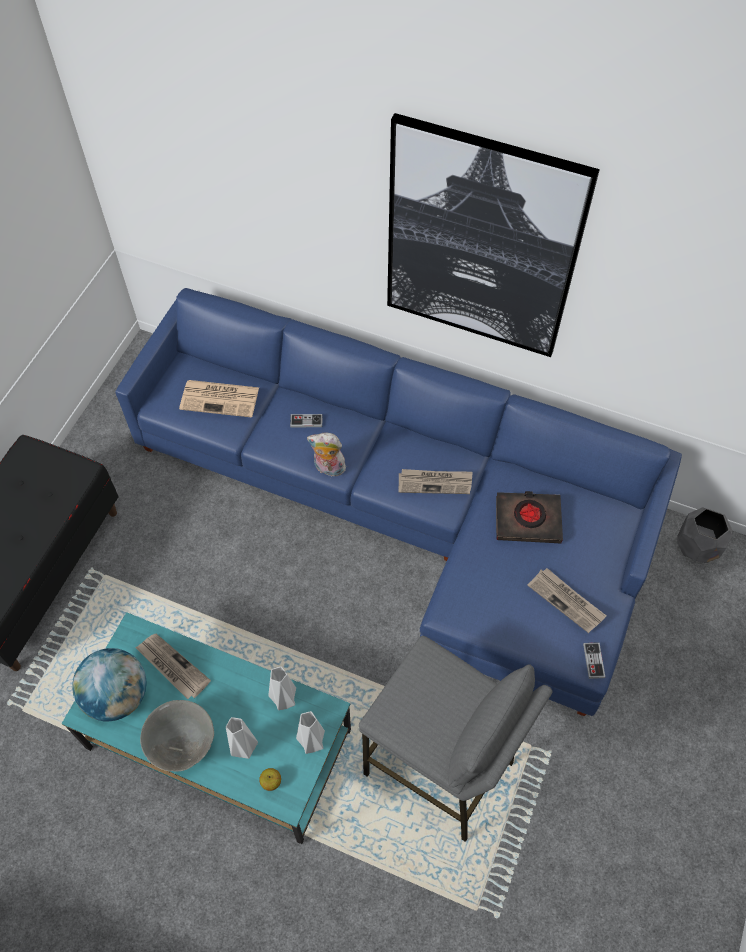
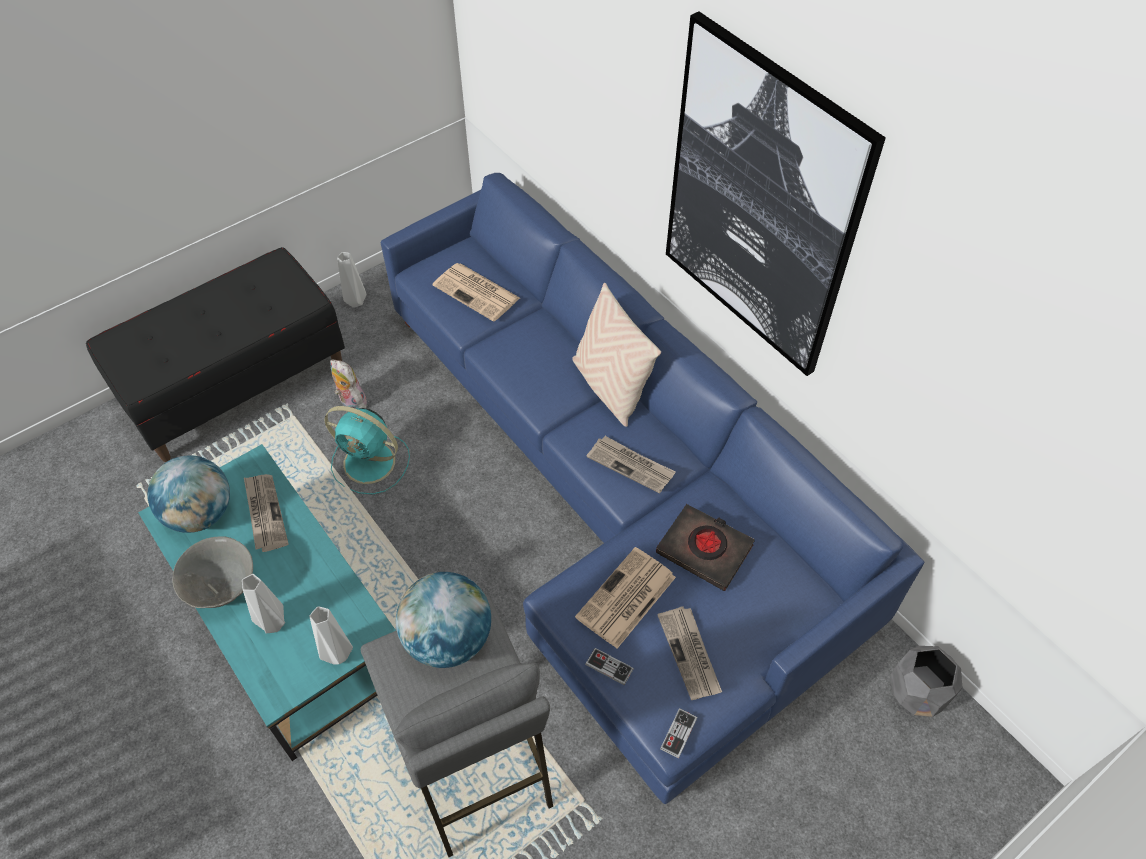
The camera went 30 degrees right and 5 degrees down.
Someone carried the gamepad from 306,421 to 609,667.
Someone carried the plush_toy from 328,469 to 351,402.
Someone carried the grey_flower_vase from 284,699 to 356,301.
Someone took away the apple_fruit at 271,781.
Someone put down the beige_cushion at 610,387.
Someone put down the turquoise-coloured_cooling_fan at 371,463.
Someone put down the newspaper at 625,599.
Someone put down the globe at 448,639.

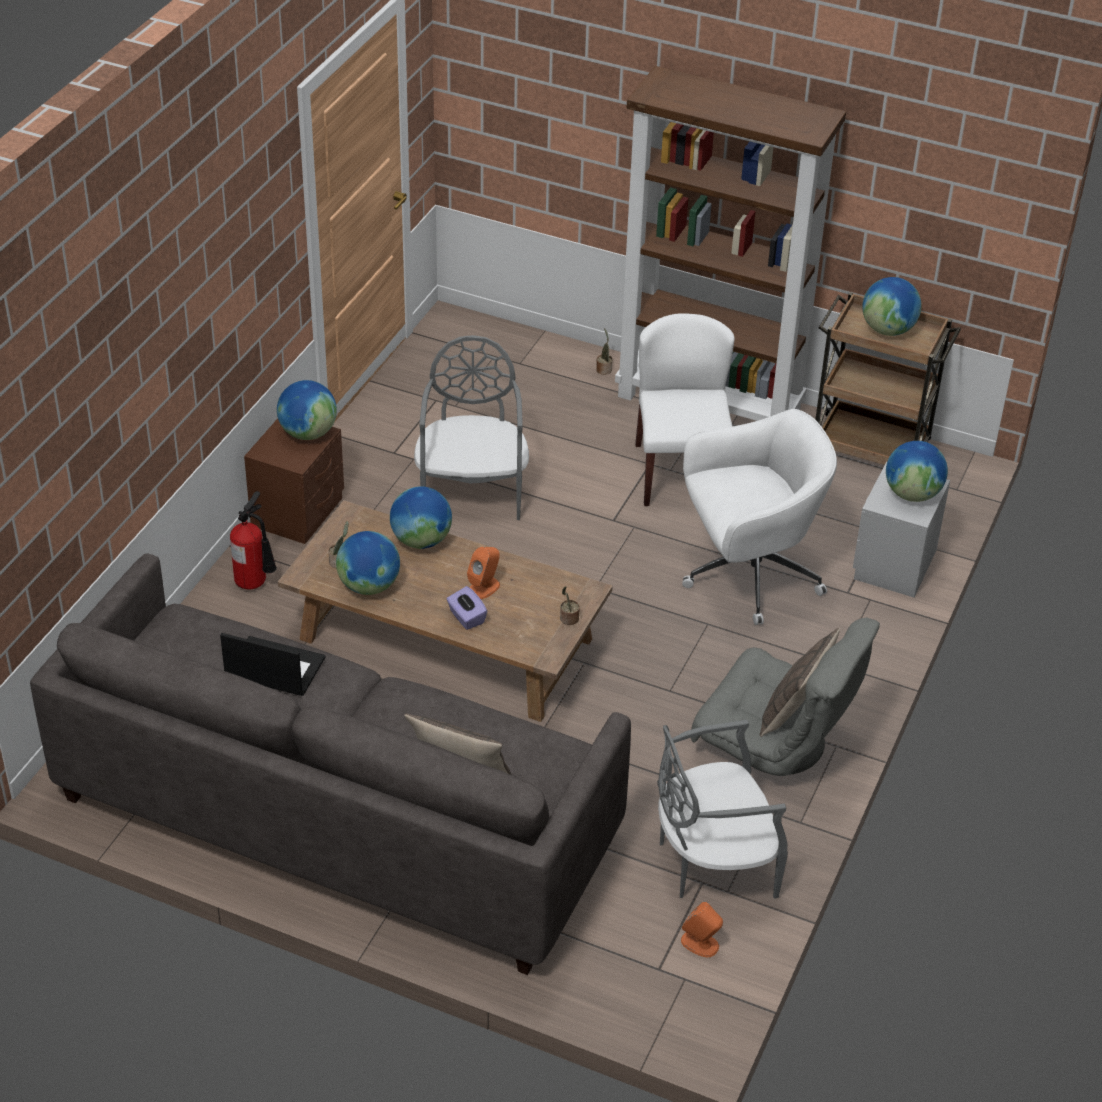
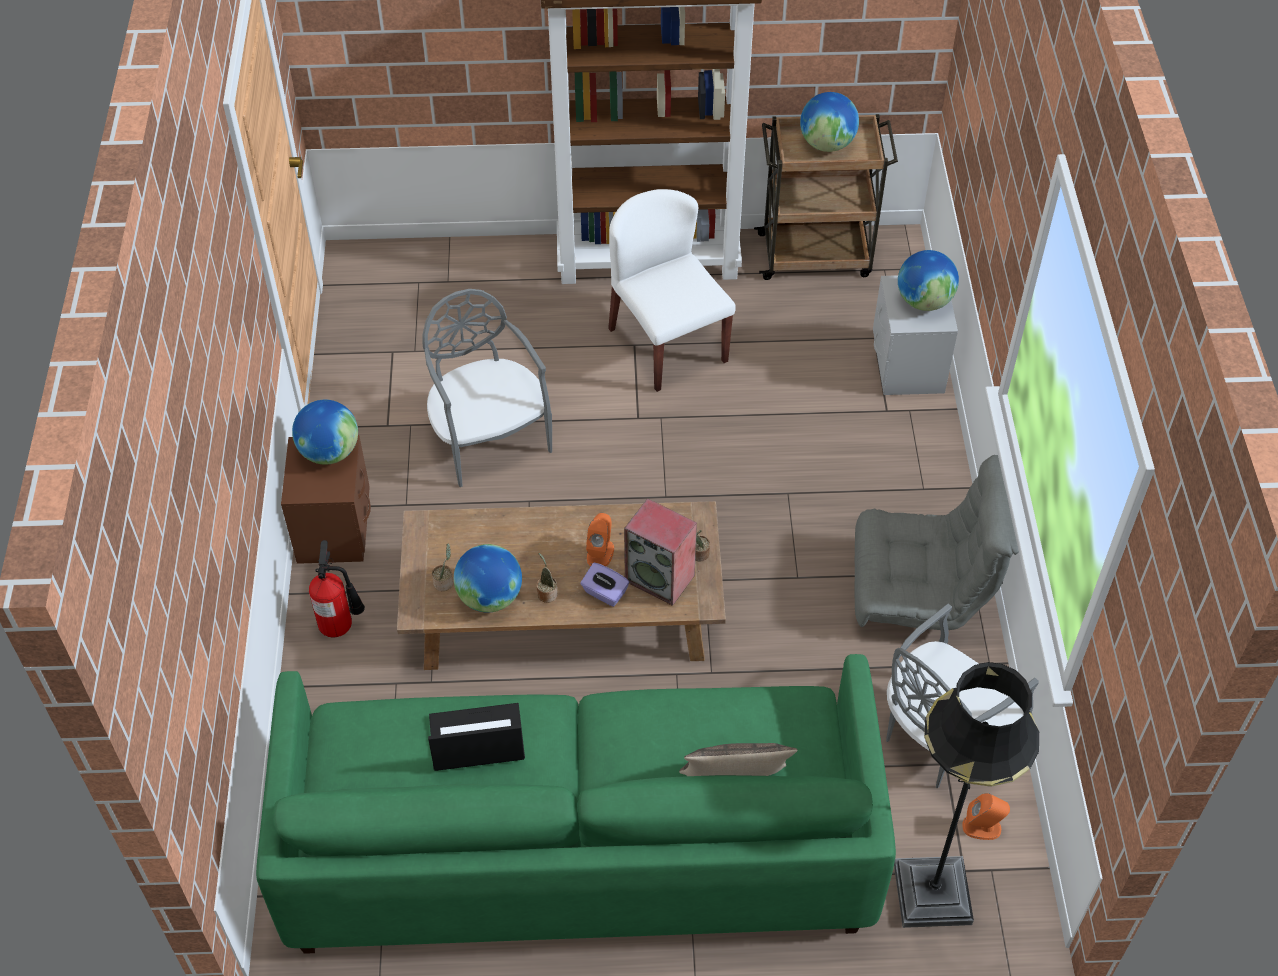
The camera went 25 degrees left and 10 degrees up.
Someone carried the potted_plant from 604,369 to 546,593.
Someone took away the white-coloured_desk_chair at 748,575.
Someone took away the globe at 421,541.
Someone repainted the grey_couch at 337,816, which became the green_couch at 580,847.
Someone took away the cushion at 793,713.
Someone put down the audio_speaker at 661,578.
Someone put down the black_standard_lamp at 932,893.

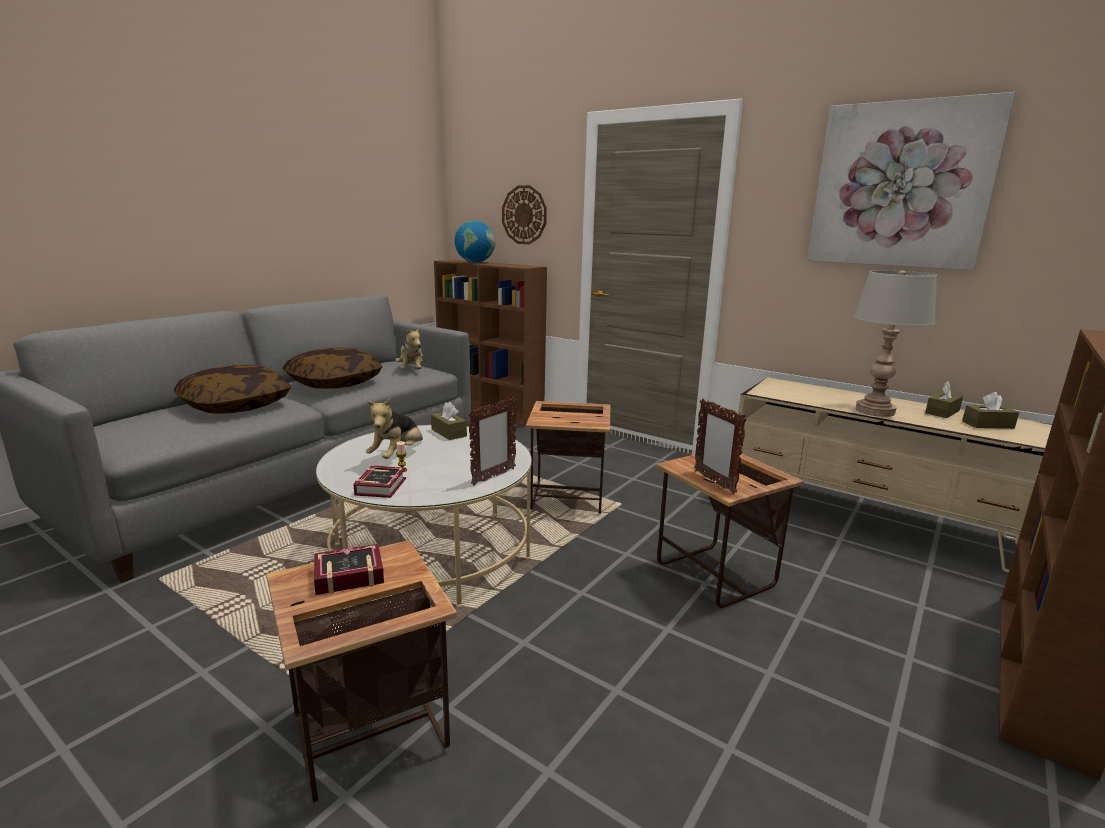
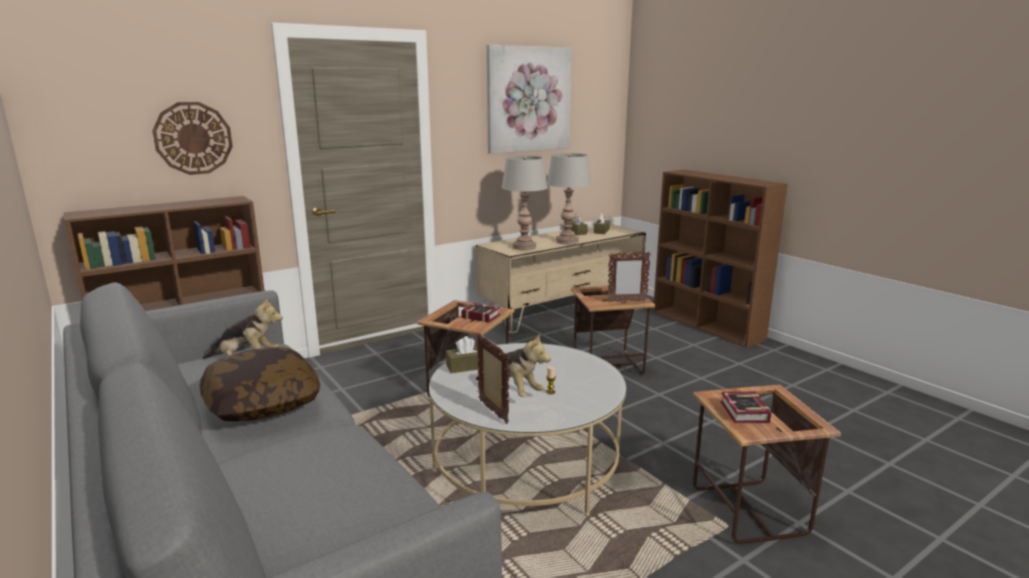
The camera went 70 degrees left and 0 degrees up.
Someone took away the globe at 475,262.
Someone took away the cushion at 236,406.
Someone carried the picture_frame from 493,477 to 493,412.
Someone carried the volume from 383,486 to 480,316.
Someone put down the grey_lamp_for_a_table at 524,247.

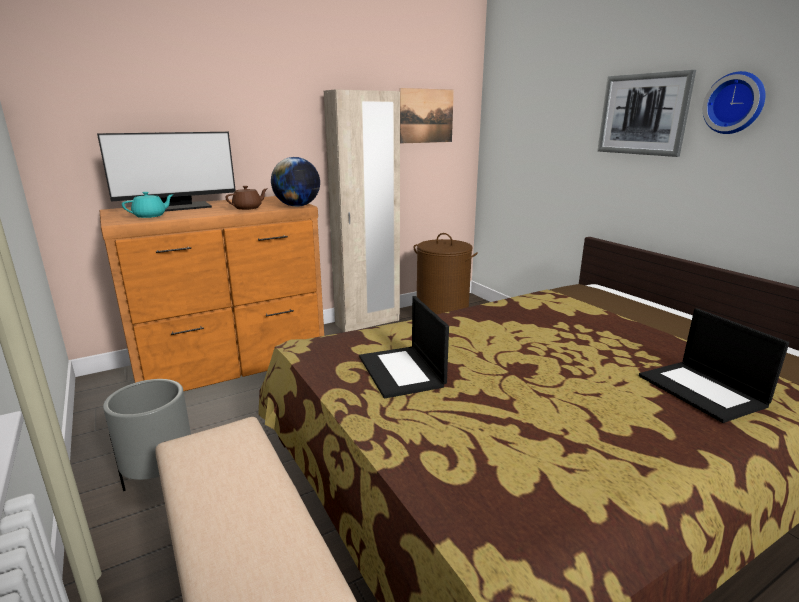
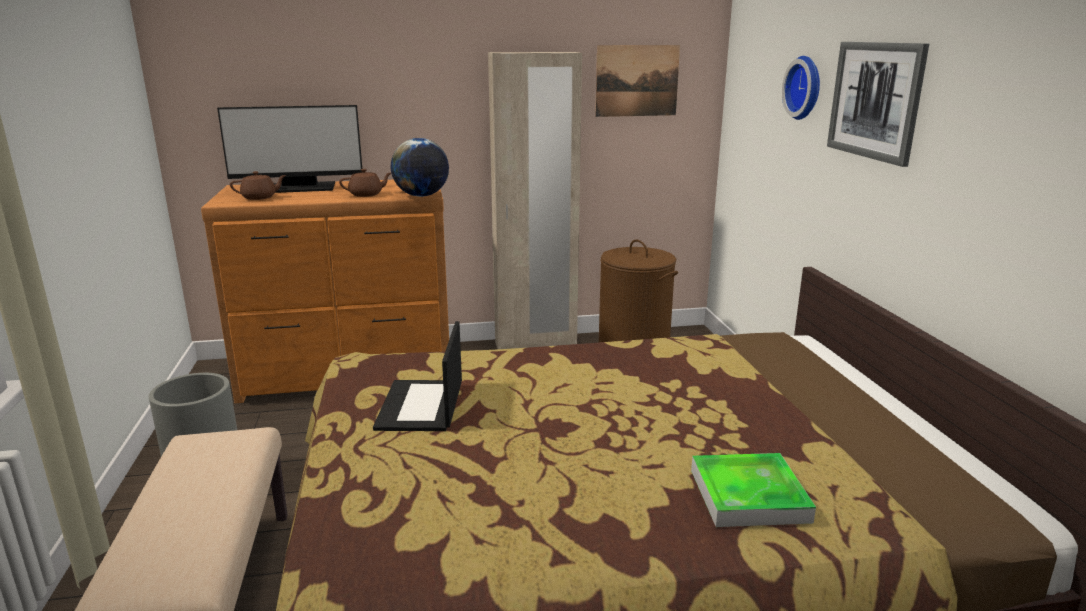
The camera went 20 degrees right and 0 degrees up.
Someone carried the hanging_clock from 735,103 to 806,88.
Someone repainted the turquoise-coloured_teapot at 150,216, which became the brownish_teapot at 260,197.
Someone swapped the portable_computer at 703,391 for the carrying_tray at 748,495.

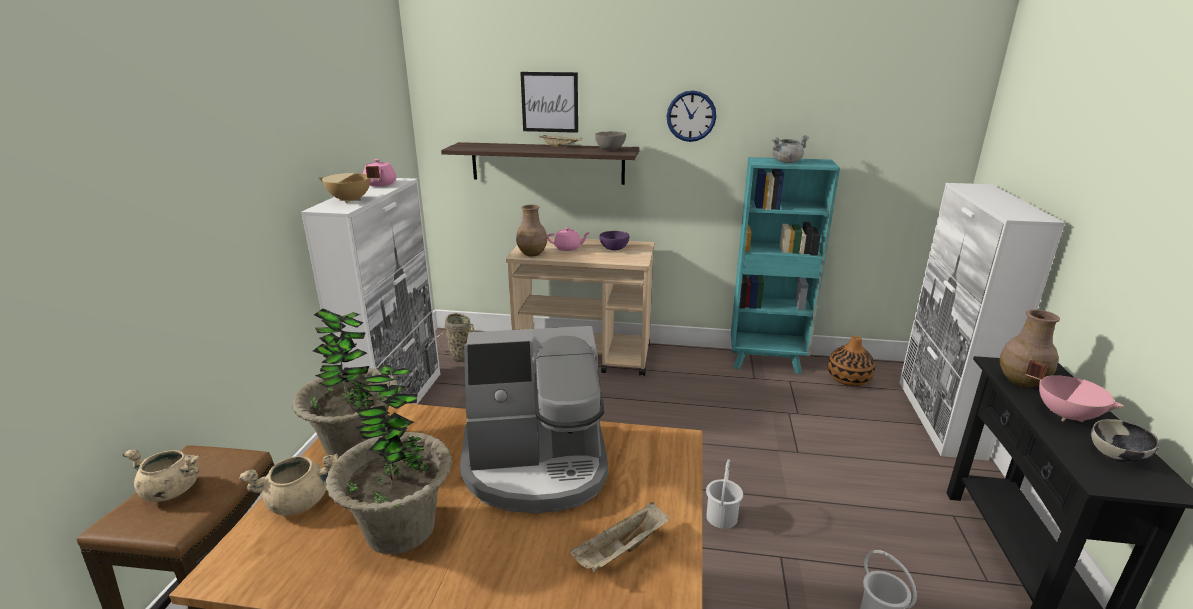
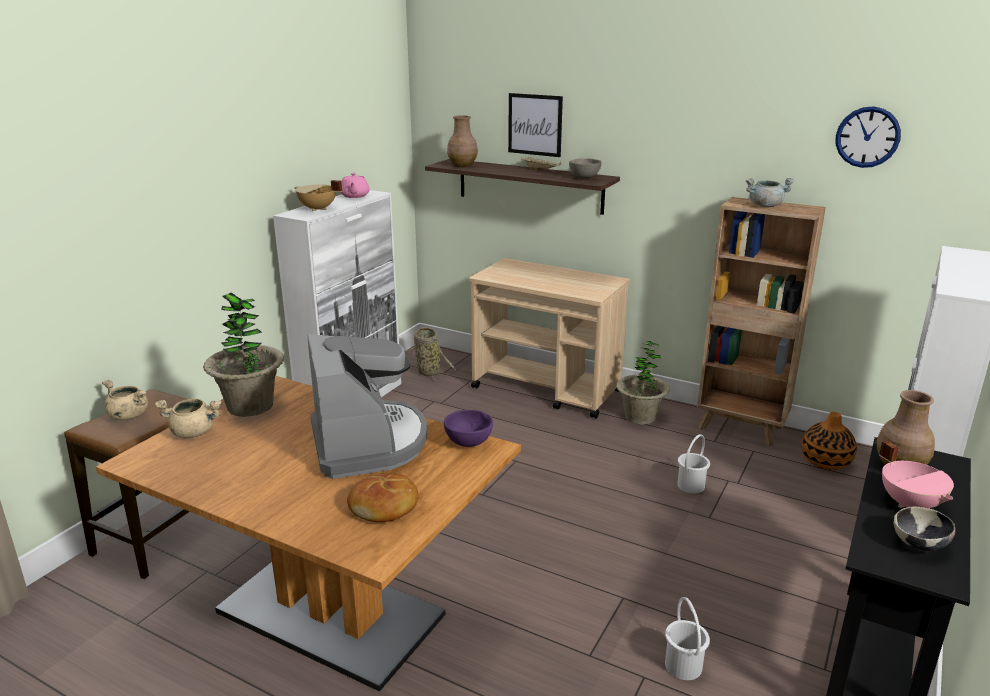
The camera went 20 degrees right and 0 degrees up.
Someone carried the hanging_clock from 691,116 to 867,137.
Someone repainted the turquoise-coloured_shelving_unit at 767,362, which became the brownish_shelving_unit at 741,428.
Someone carried the brownish_flower_vase from 532,254 to 462,166.
Someone took away the pink_teapot at 568,248.
Someone carried the purplish_deep_dish from 614,249 to 469,443.
Someone rotated the coffee_machine at 537,465 by 120 degrees counterclockwise.
Someone carried the potted_plant from 401,528 to 640,417.
Someone carried the white-coloured_water_bucket from 722,517 to 691,485.
Someone swapped the beige_carrying_tray at 621,551 for the baked_bread at 385,507.

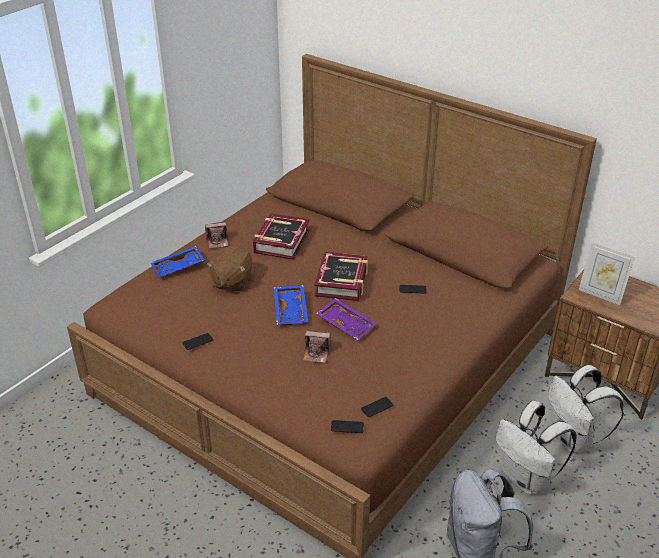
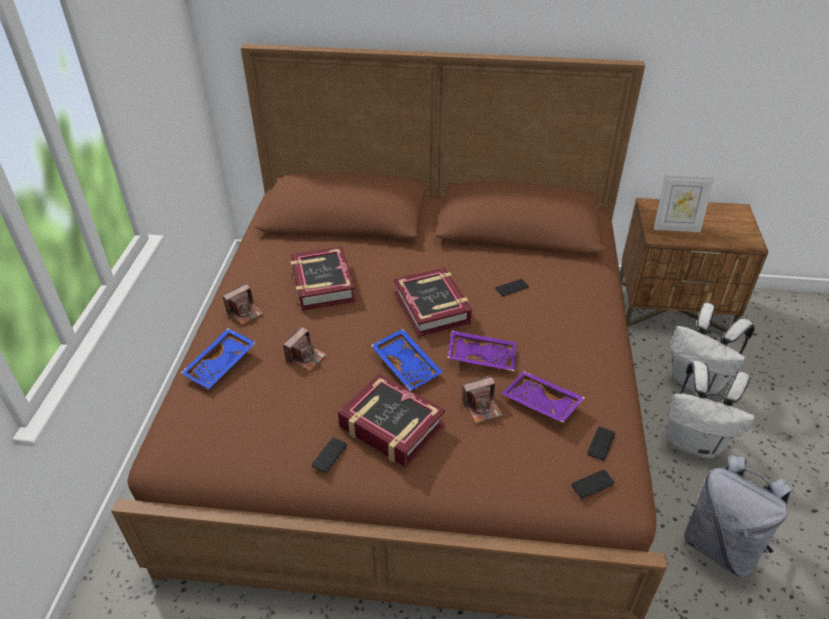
The camera went 30 degrees left and 5 degrees up.
Someone swapped the brownish_plush_toy at 232,281 for the photo_camera at 306,357.
Someone put down the purplish_carrying_tray at 540,403.
Someone put down the volume at 391,426.

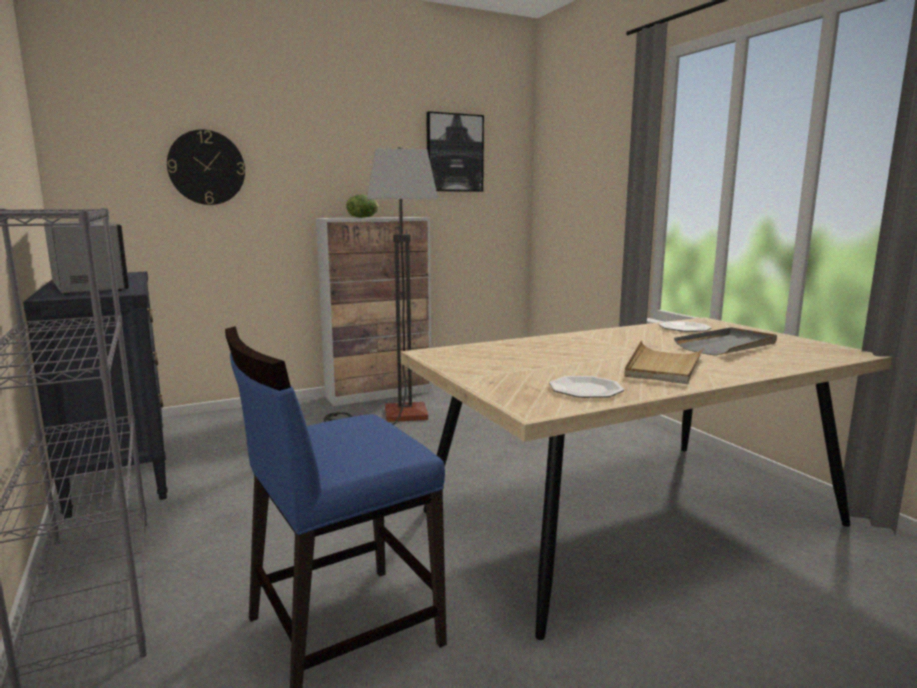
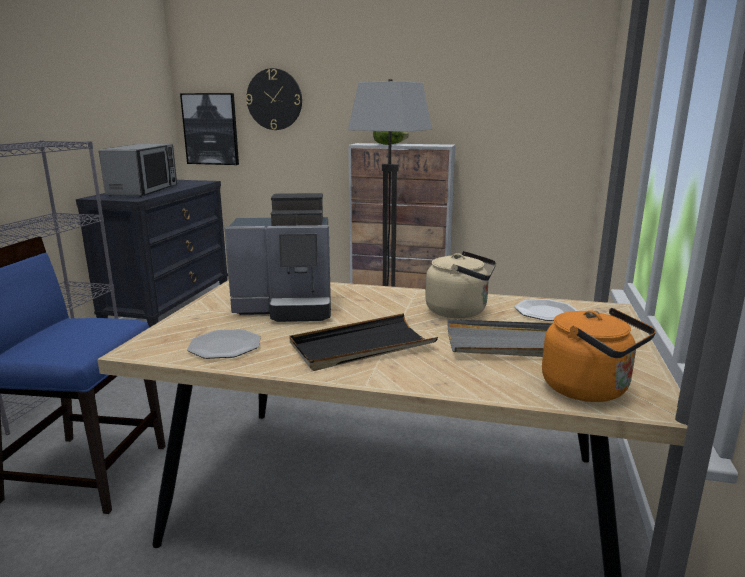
The camera went 40 degrees right and 5 degrees up.
Someone carried the wall_picture from 454,153 to 211,129.
Someone repainted the beige_carrying_tray at 663,366, which became the black_carrying_tray at 361,346.
Someone put down the coffee_machine at 287,308.
Someone put down the beige_kettle at 460,311.
Someone put down the orange_kettle at 590,390.

